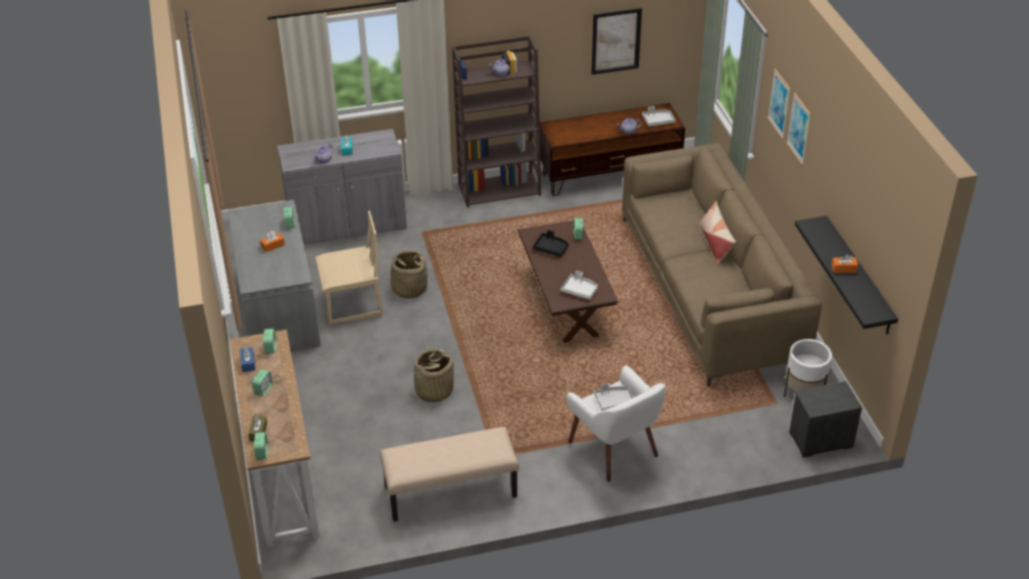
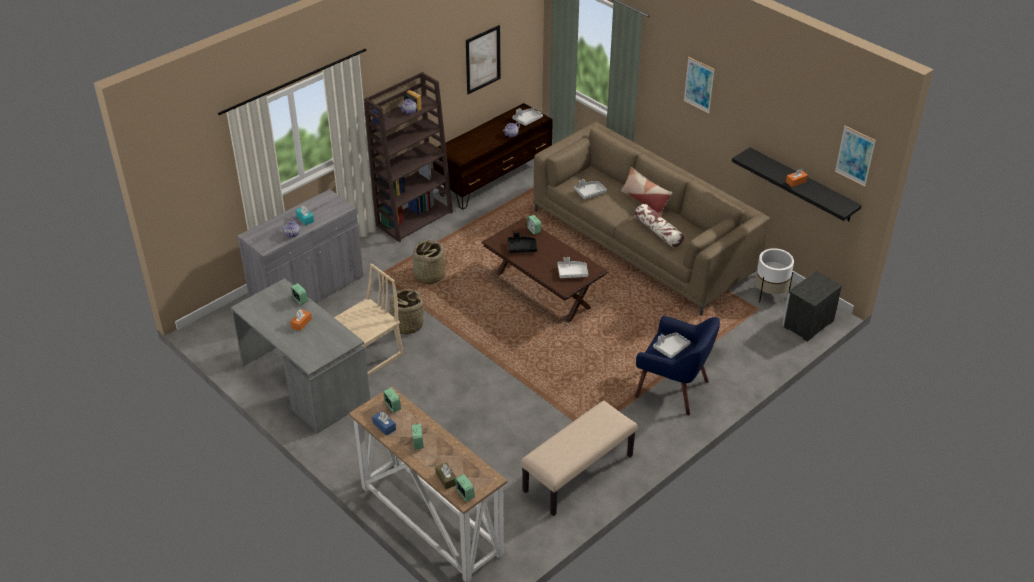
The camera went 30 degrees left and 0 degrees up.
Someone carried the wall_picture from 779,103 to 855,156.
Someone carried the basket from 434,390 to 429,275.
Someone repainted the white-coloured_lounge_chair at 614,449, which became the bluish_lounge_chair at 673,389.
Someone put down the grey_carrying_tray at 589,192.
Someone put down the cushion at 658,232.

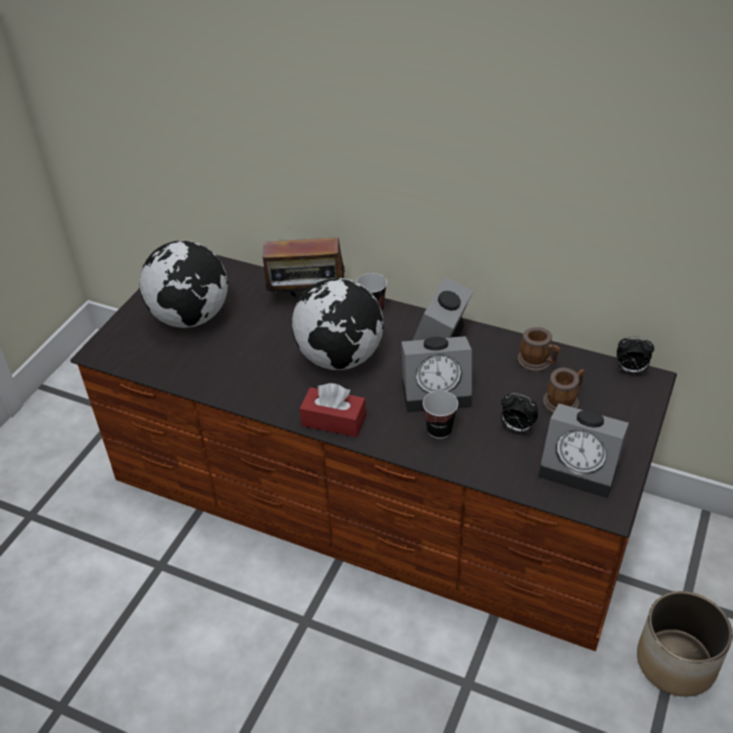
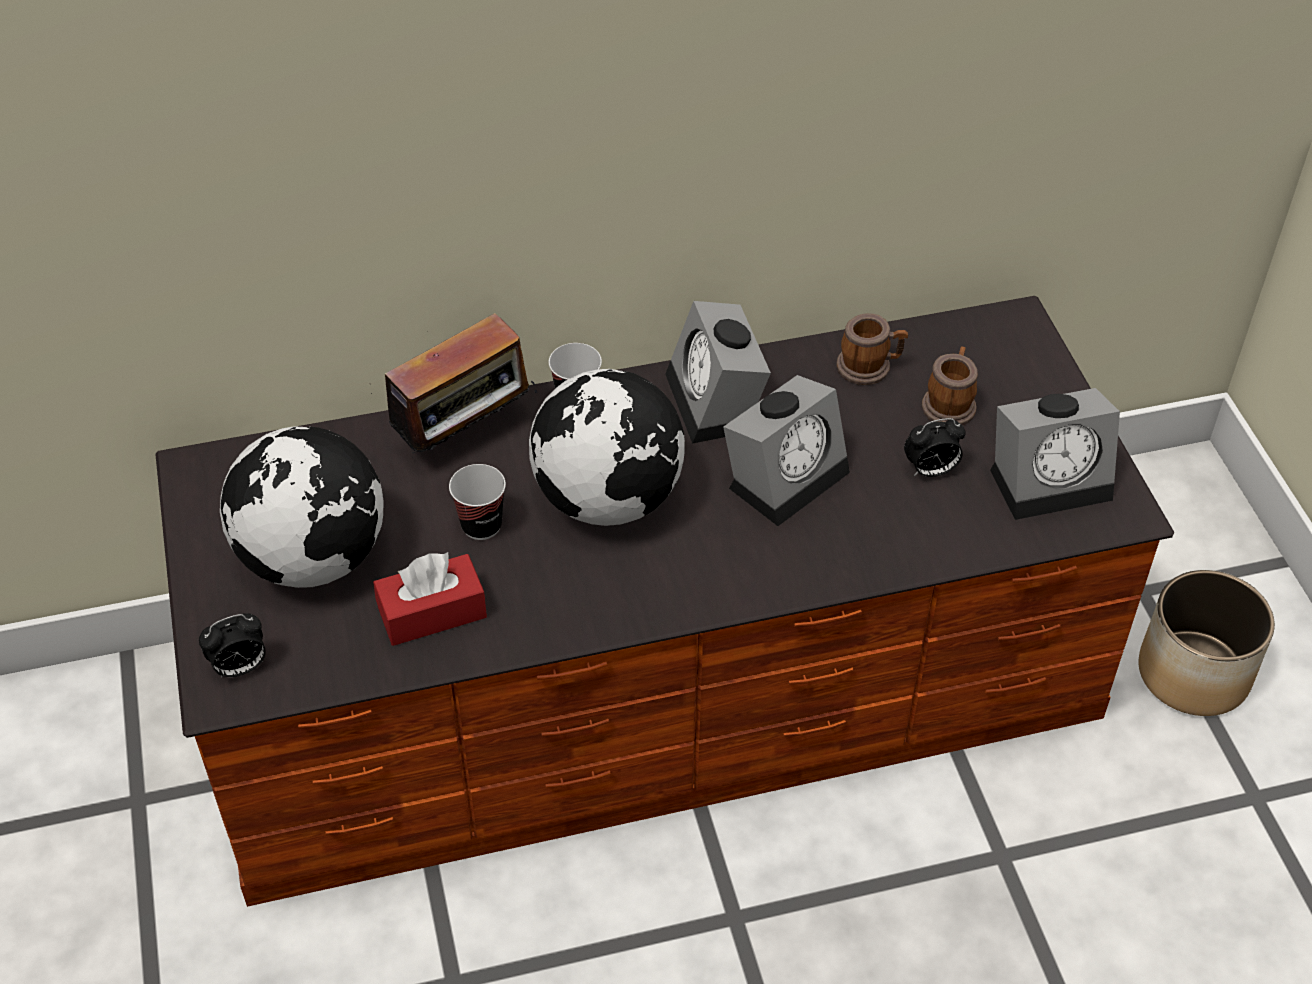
The camera went 40 degrees left and 5 degrees up.
Someone carried the table_clock from 630,370 to 240,668.
Someone carried the red-coloured_tissue_box from 333,420 to 432,612.
Someone carried the small_cup from 439,430 to 481,525.

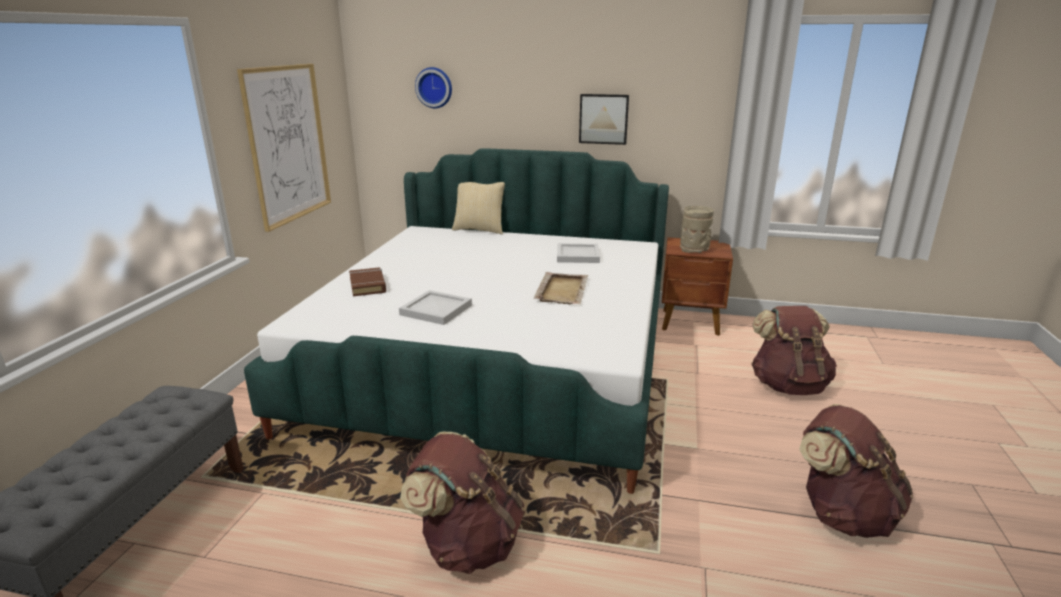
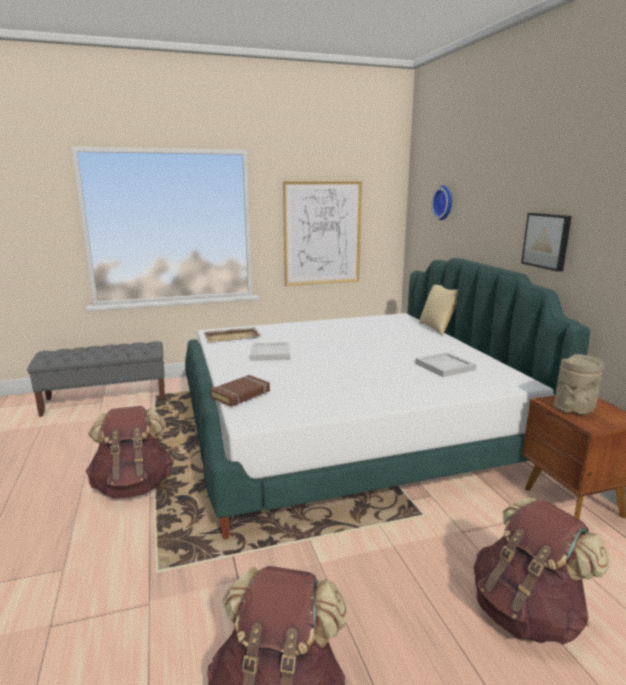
The camera went 60 degrees right and 5 degrees down.
Someone carried the brownish_volume from 368,285 to 241,394.
Someone carried the beige_carrying_tray from 562,290 to 233,337.

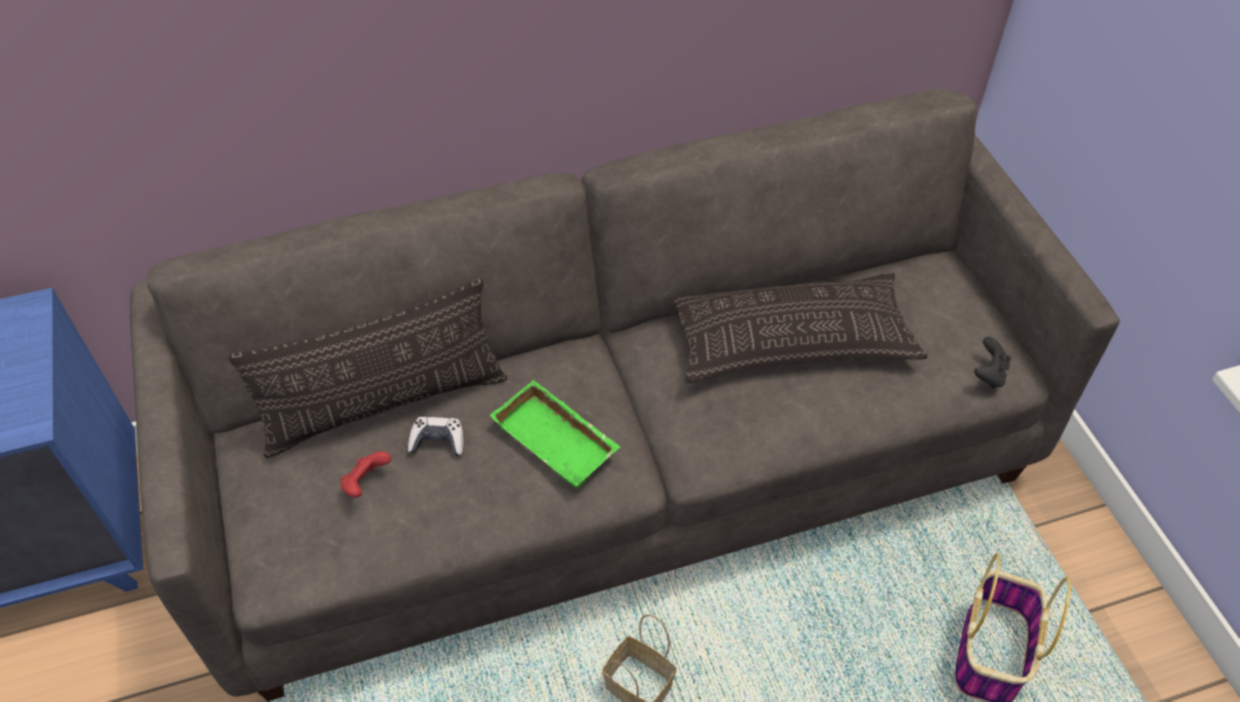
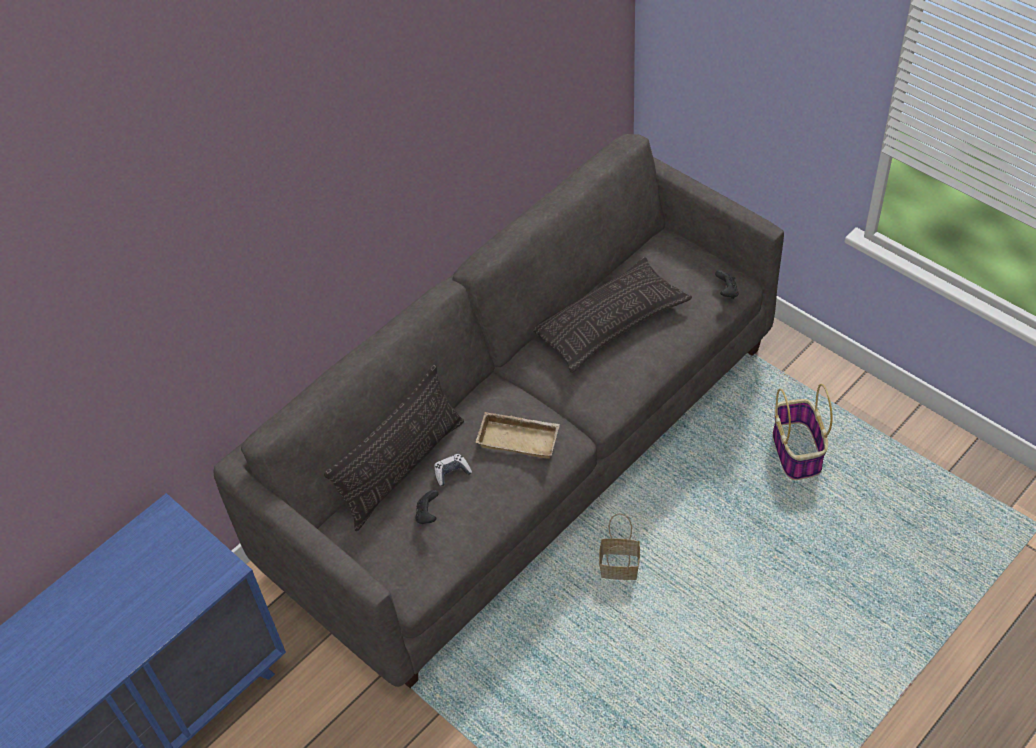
The camera went 25 degrees left and 0 degrees up.
Someone repainted the green_carrying_tray at 558,439, which became the beige_carrying_tray at 520,438.
Someone repainted the red-coloured_gamepad at 366,483, which became the black_gamepad at 427,515.

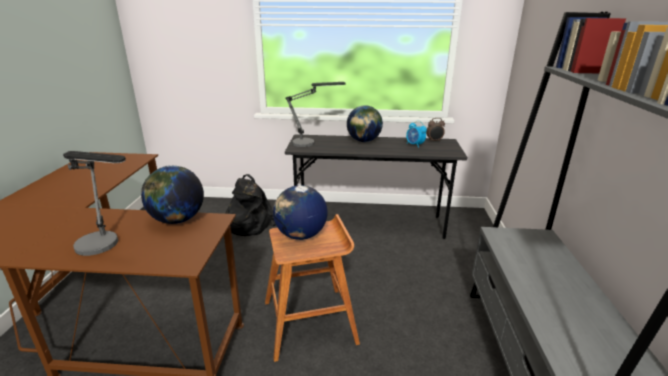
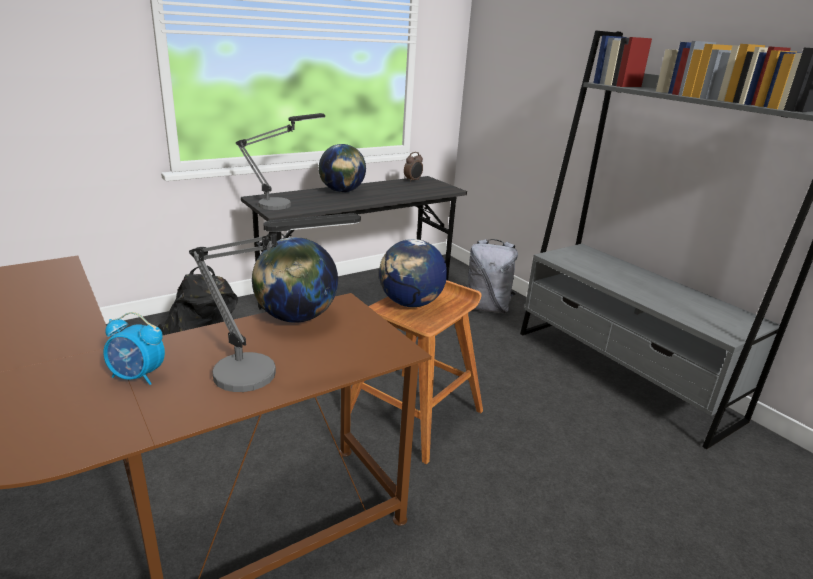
The camera went 40 degrees left and 0 degrees up.
Someone carried the table_clock from 415,145 to 138,376.
Someone put down the grey_knapsack at 487,308.

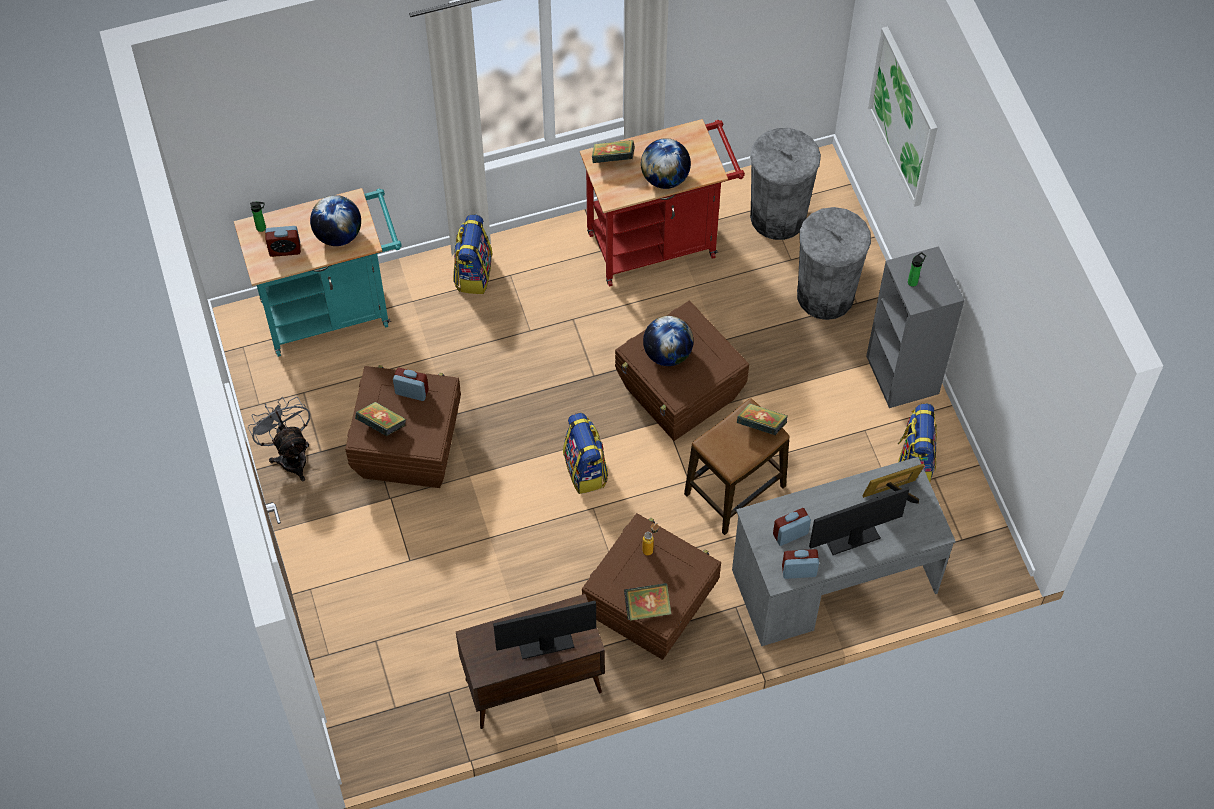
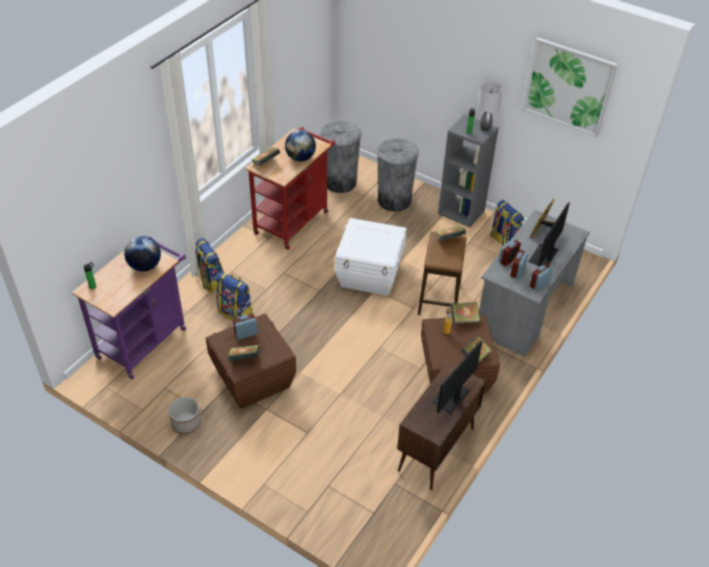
The camera went 40 degrees left and 15 degrees down.
Someone carried the wall_picture from 904,116 to 568,87.
Someone repainted the turquoise-coloured_cart at 333,310, which became the purplish_cart at 145,339.
Someone carried the table_clock from 285,250 to 508,259.
Someone repainted the brownish_storage_bin at 679,395, which became the white-coloured_storage_bin at 370,275.
Someone took away the globe at 667,354.
Someone swapped the grey_cooling_fan at 290,455 for the plant_pot at 186,423.
Someone carried the knapsack from 586,470 to 236,312.
Someone put down the grey_lamp_for_a_table at 485,128.
Someone put down the volume at 463,319.

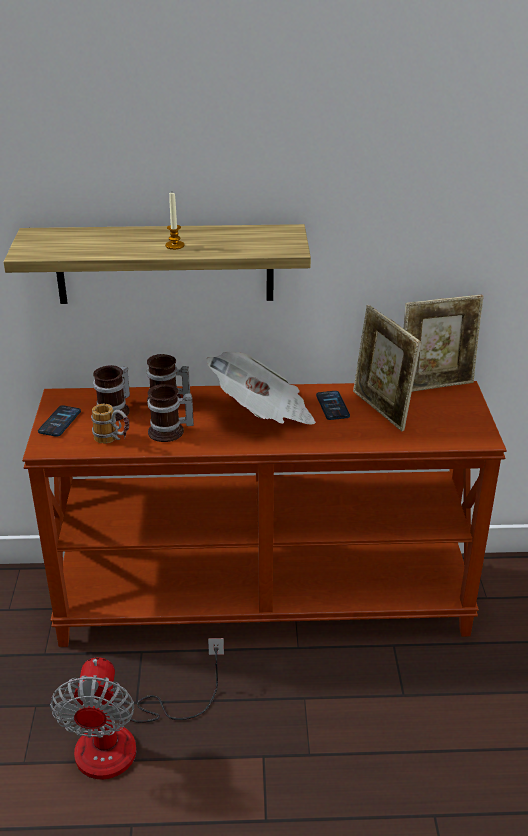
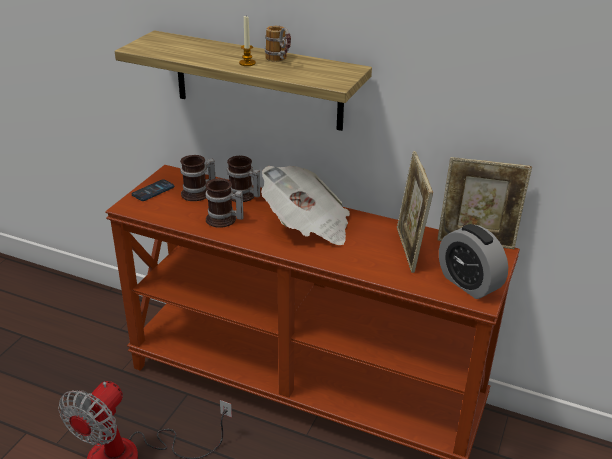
The camera went 25 degrees right and 0 degrees up.
Someone took away the handset at 332,406.
Someone carried the tea_mug from 113,441 to 280,61.
Someone put down the table_clock at 468,283.

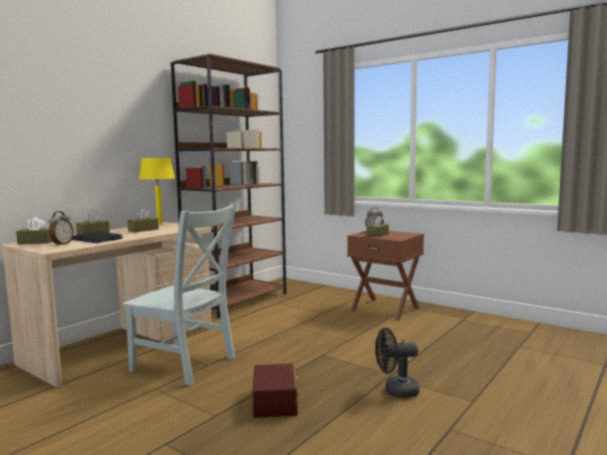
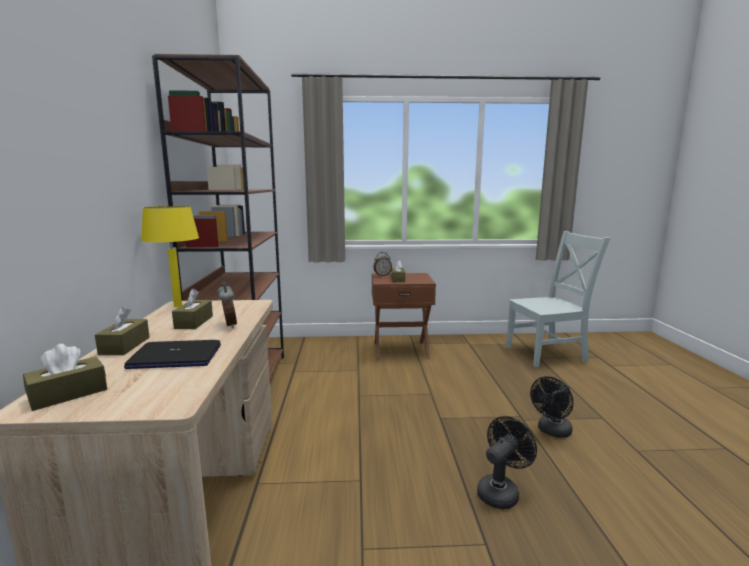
The camera went 40 degrees left and 5 degrees up.
Someone carried the grey_plain_chair from 186,365 to 548,353.
Someone carried the table_clock from 61,244 to 228,325.
Someone swapped the brownish_storage_bin at 276,401 for the black_cooling_fan at 501,491.

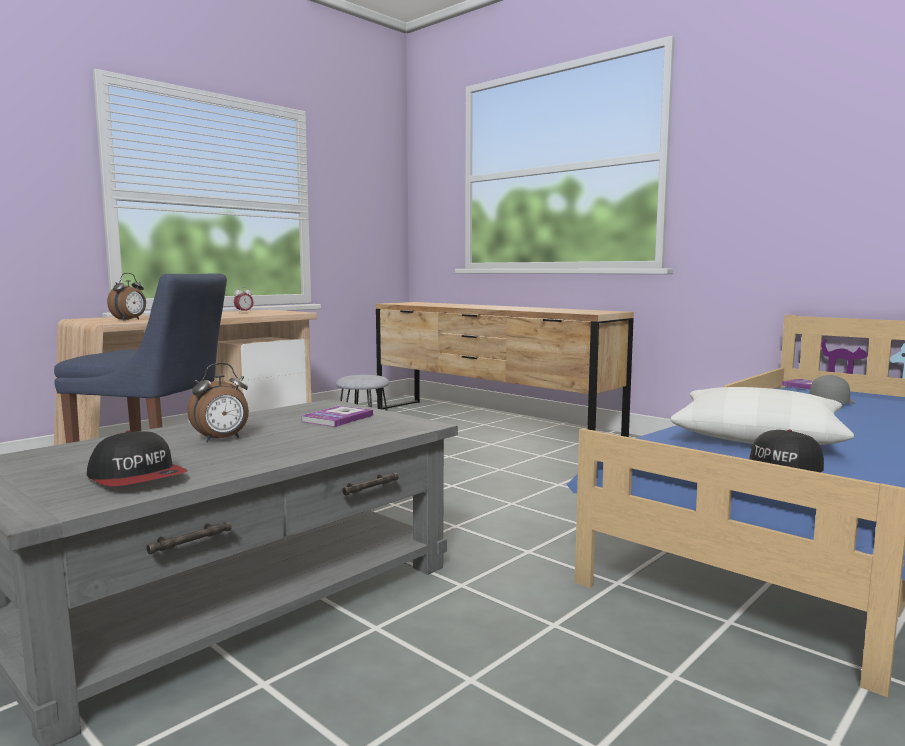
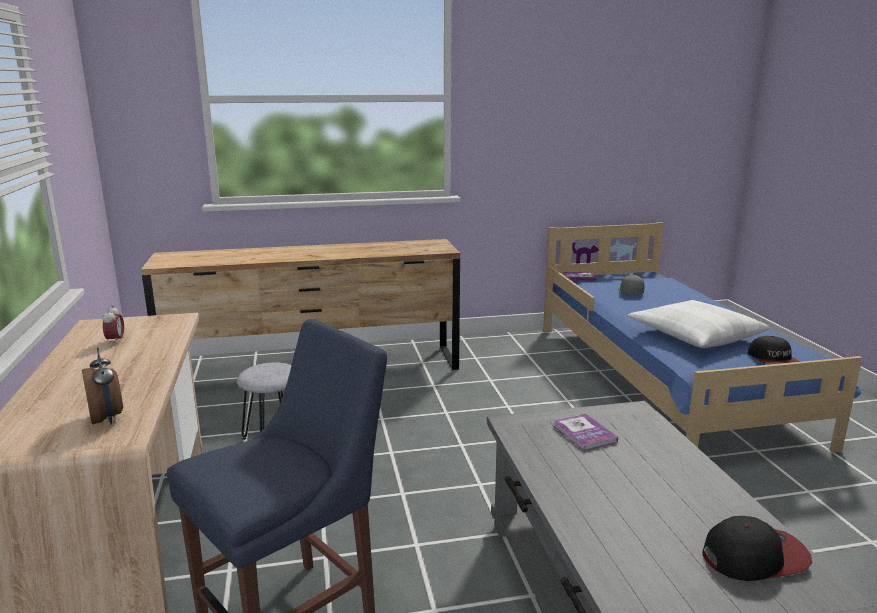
The camera went 55 degrees left and 10 degrees up.
Someone took away the table_clock at 222,439.

